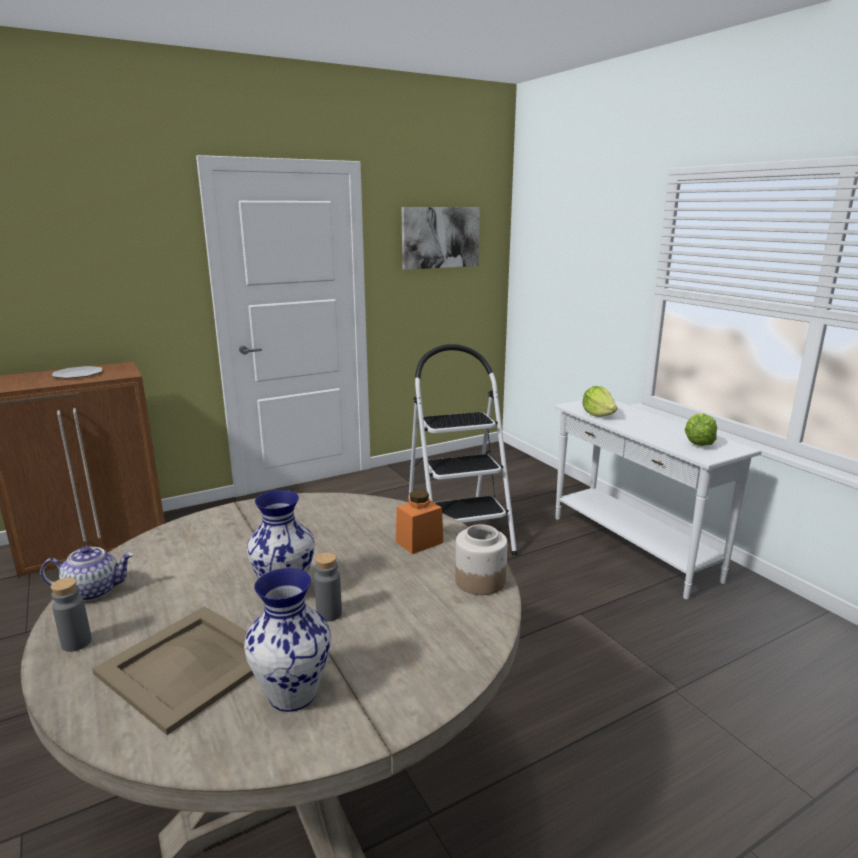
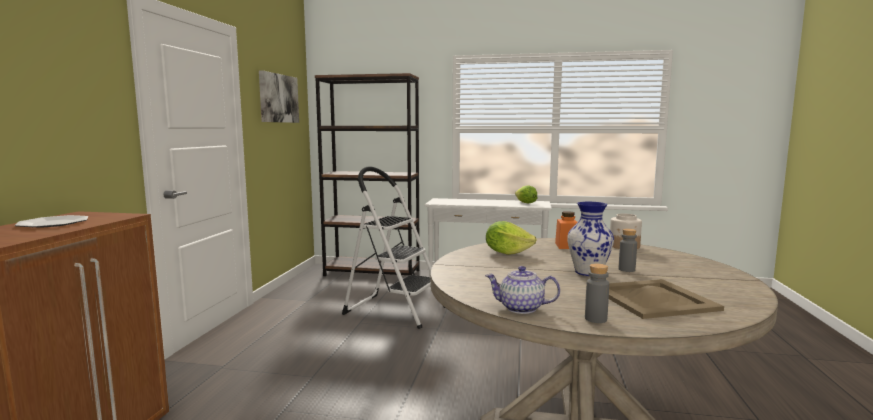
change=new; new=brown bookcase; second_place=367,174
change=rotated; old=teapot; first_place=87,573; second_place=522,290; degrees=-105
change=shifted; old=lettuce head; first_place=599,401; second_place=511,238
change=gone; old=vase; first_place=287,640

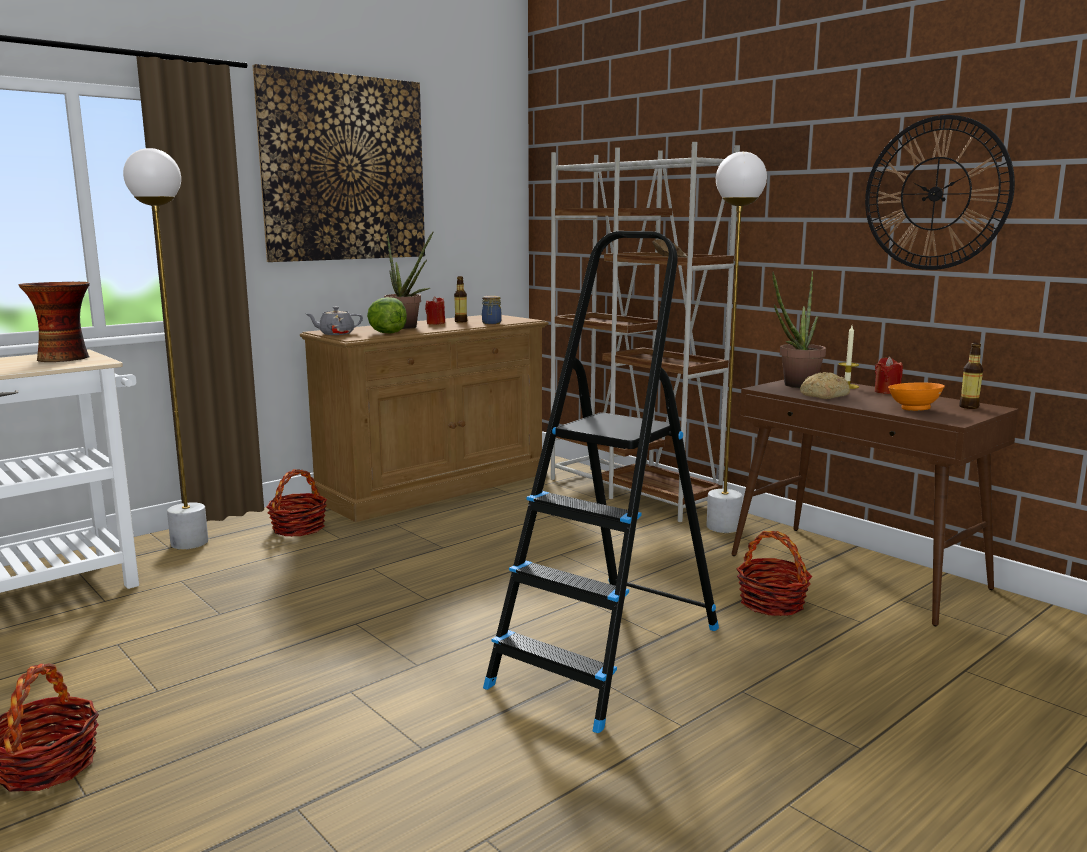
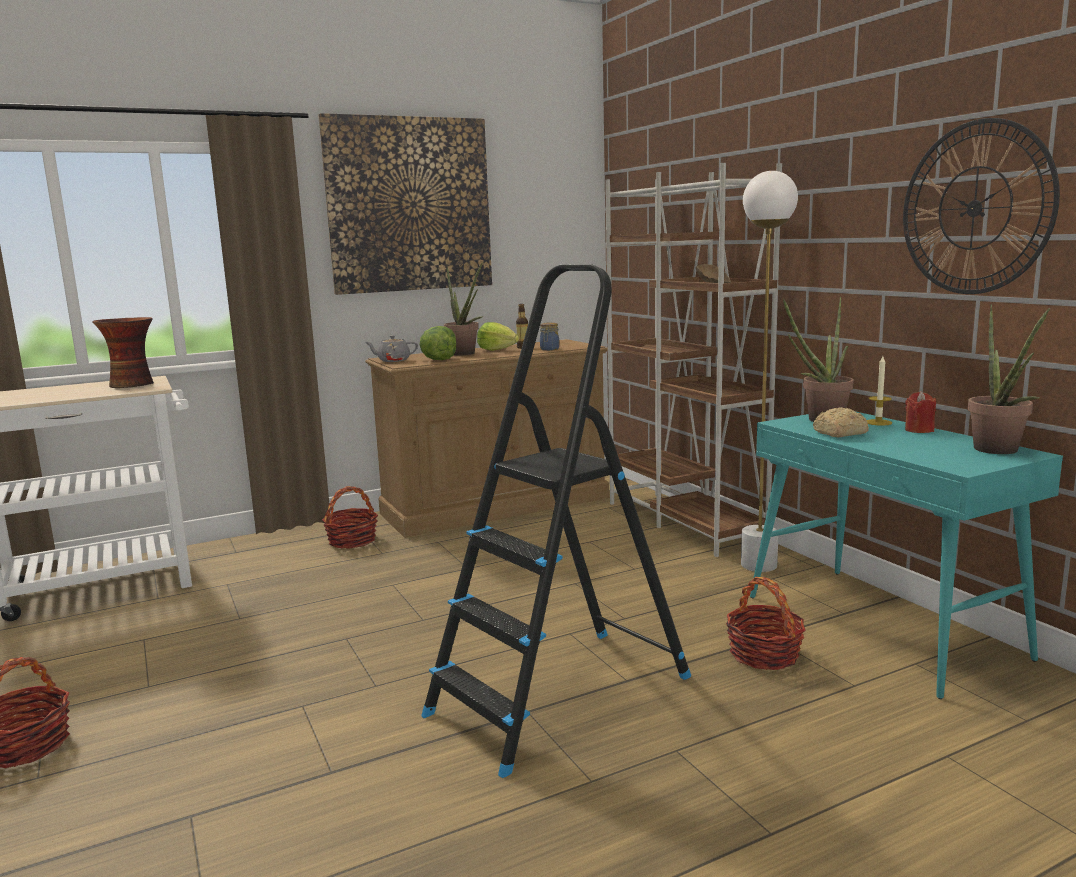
change=swapped; old=red-coloured candle; new=lettuce head; first_place=435,310; second_place=498,336
change=repainted; old=brown console table; new=blue-green console table; first_place=875,503; second_place=906,555
change=swapped; old=beverage bottle; new=houseplant; first_place=971,376; second_place=1009,379
change=gone; old=white-coloured standard lamp; first_place=165,349
change=gone; old=orange bowl; first_place=916,396

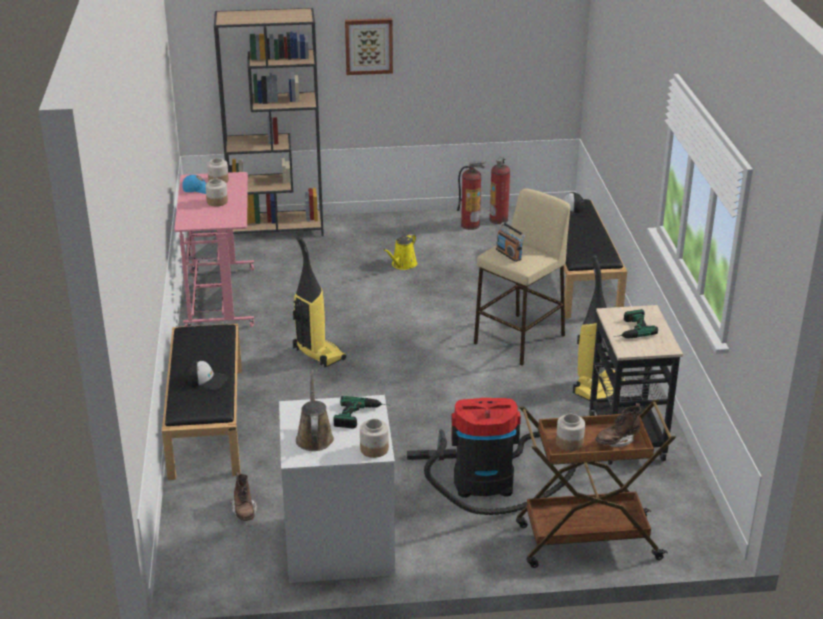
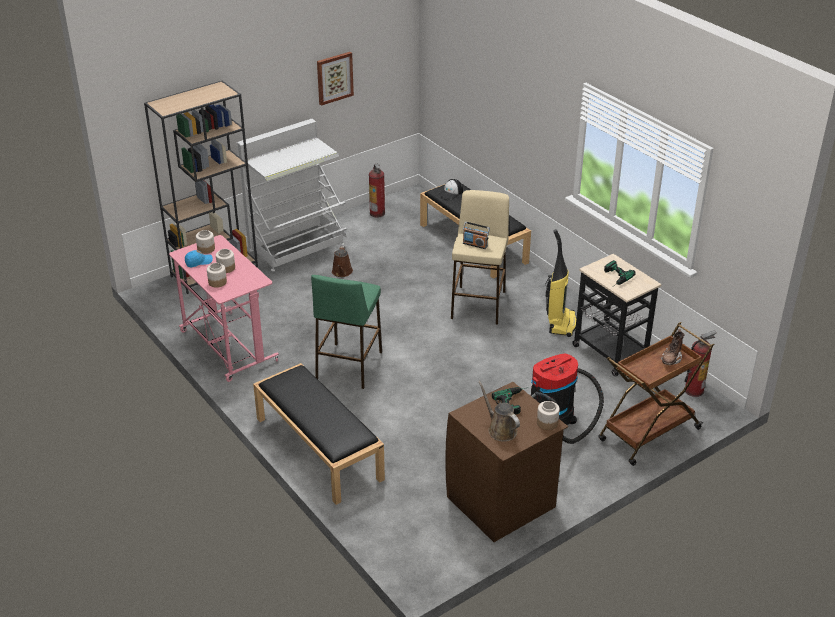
change=shifted; old=storage jar; first_place=570,432; second_place=217,275
change=new; new=white-coloured shoe stand; second_place=292,195
change=swapped; old=vacuum; new=green-coloured sitting stool; first_place=319,302; second_place=346,332
change=shifted; old=wall art; first_place=369,46; second_place=335,79
change=repainted; old=yellowish watering can; new=brown watering can; first_place=400,252; second_place=342,261
change=repainted; old=white-coloured washing machine; new=brown washing machine; first_place=337,489; second_place=506,462
change=shifted; old=fire-fighting cylinder; first_place=471,195; second_place=700,364
change=gone; old=cap; first_place=206,375
change=gone; old=brown tall boot; first_place=243,496

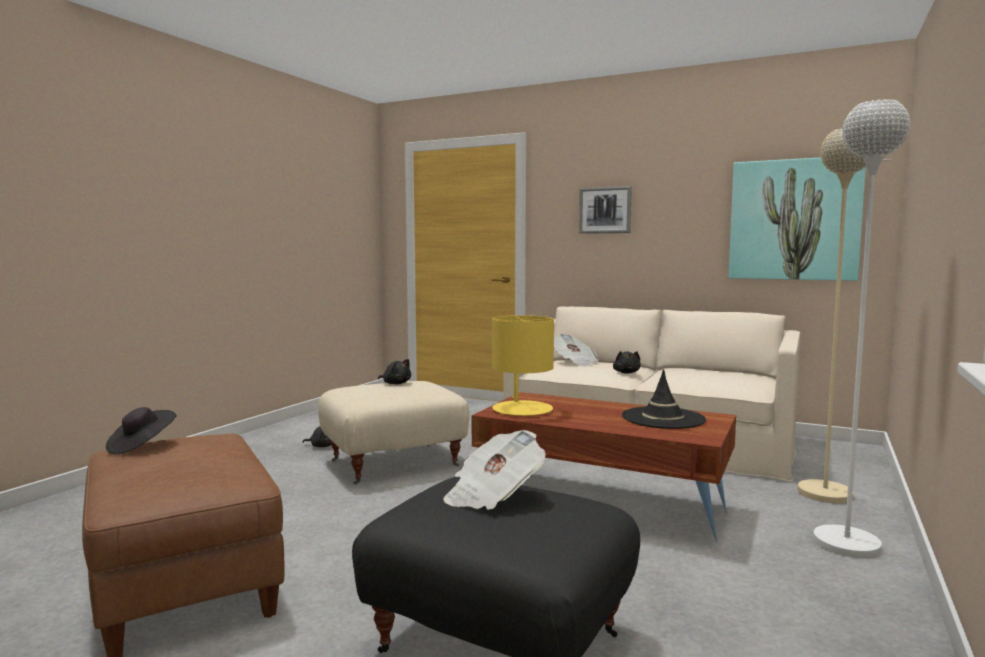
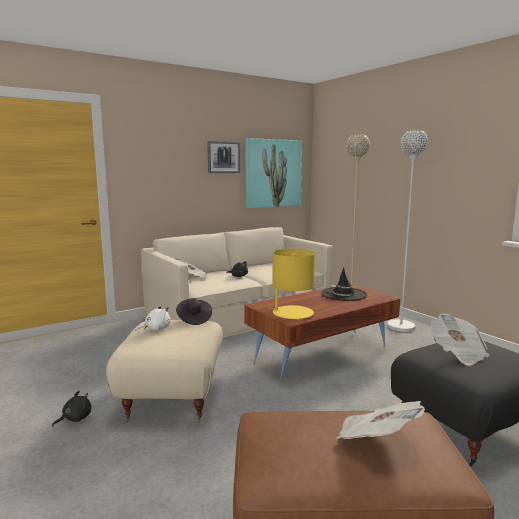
change=repainted; old=black-coloured cuddly toy; new=white-coloured cuddly toy; first_place=394,371; second_place=152,318
change=shifted; old=black-coloured hat; first_place=141,430; second_place=194,311
change=shifted; old=wall art; first_place=605,210; second_place=223,157
change=new; new=daily paper; second_place=380,420

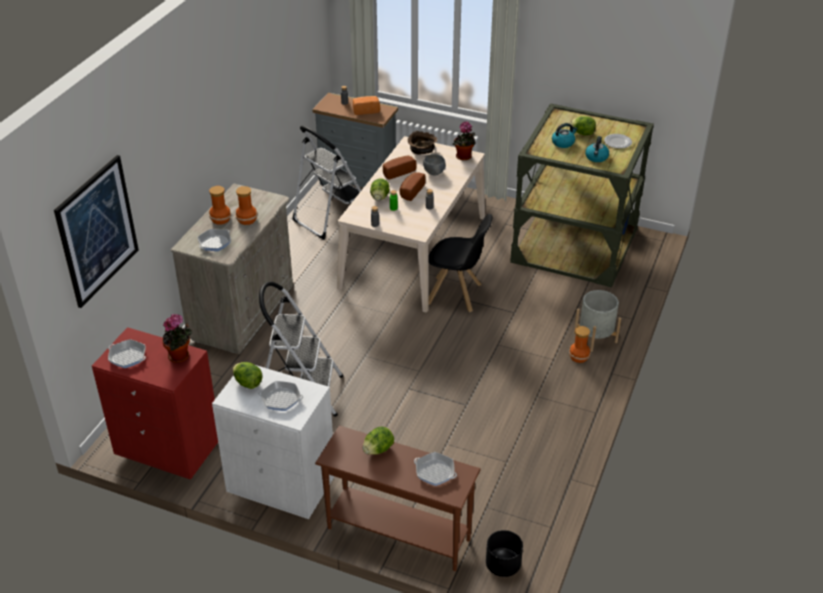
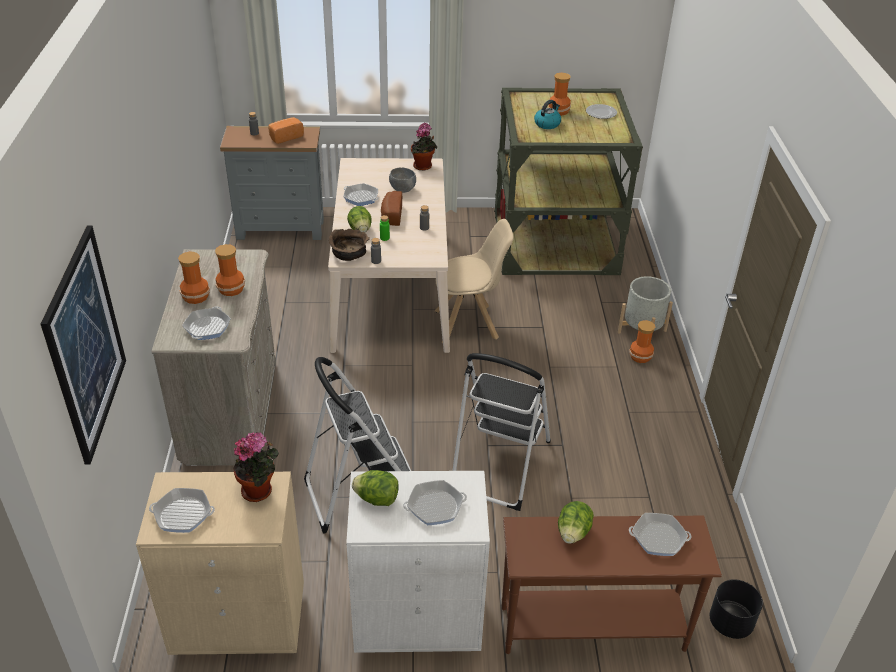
change=repainted; old=red-coloured storage cabinet; new=sand-coloured storage cabinet; first_place=155,403; second_place=220,563
change=shifted; old=brown bowl; first_place=422,143; second_place=349,245
change=swapped; old=bread; new=frying pan; first_place=400,168; second_place=361,194
change=repainted; old=black-coloured chair; new=sand-coloured chair; first_place=460,263; second_place=474,281
change=shifted; old=stepladder; first_place=326,183; second_place=501,432
change=swapped; old=lettuce head; new=vase; first_place=583,125; second_place=559,94
change=gone; old=tea kettle; first_place=597,149

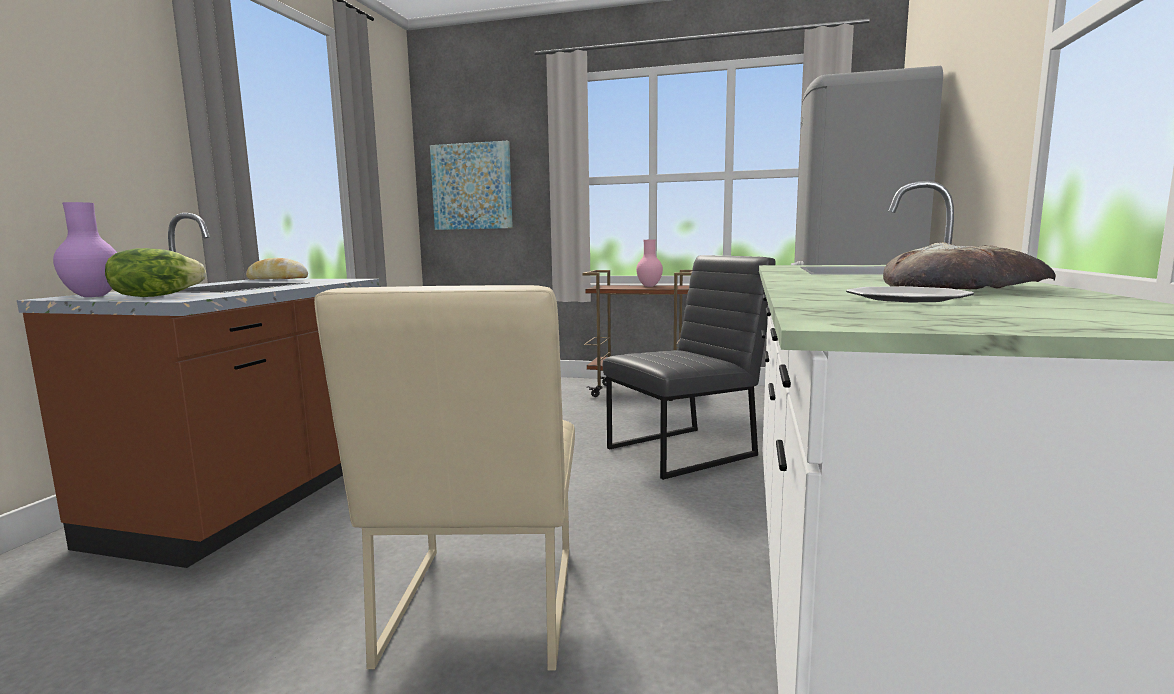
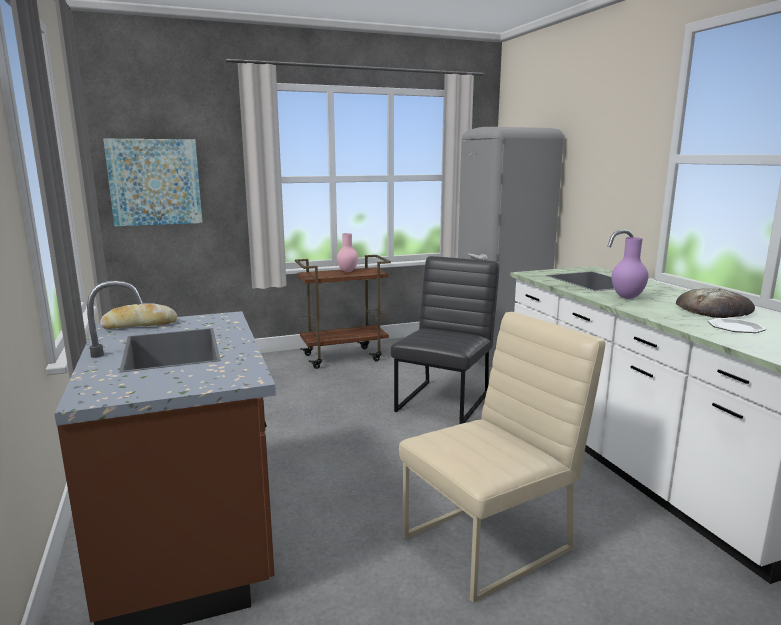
change=rotated; old=sand-coloured chair; first_place=444,477; second_place=502,457; degrees=-90
change=shifted; old=purple-coloured vase; first_place=85,249; second_place=630,268
change=gone; old=lettuce head; first_place=155,272

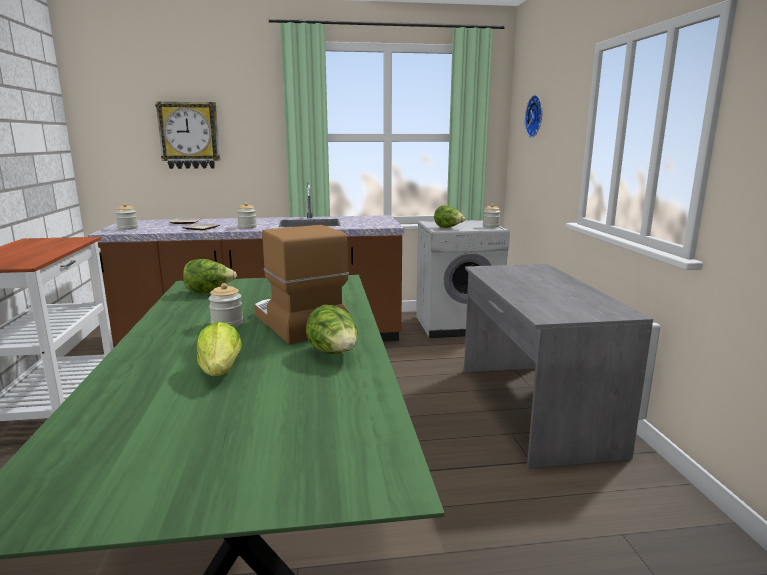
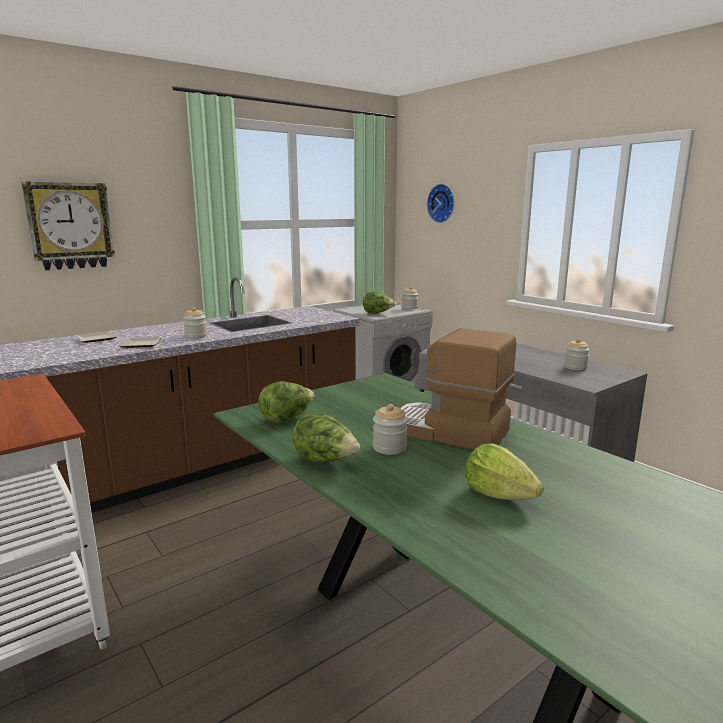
change=shifted; old=lettuce head; first_place=332,329; second_place=326,437
change=shifted; old=storage jar; first_place=126,216; second_place=577,354

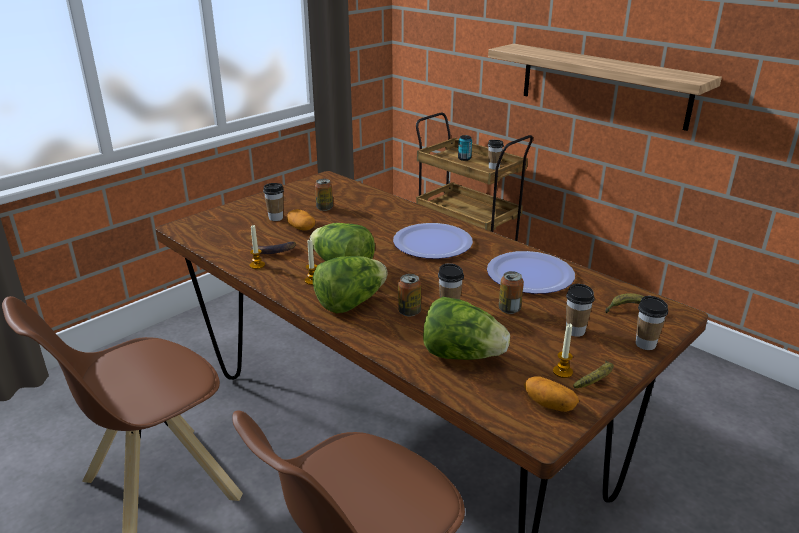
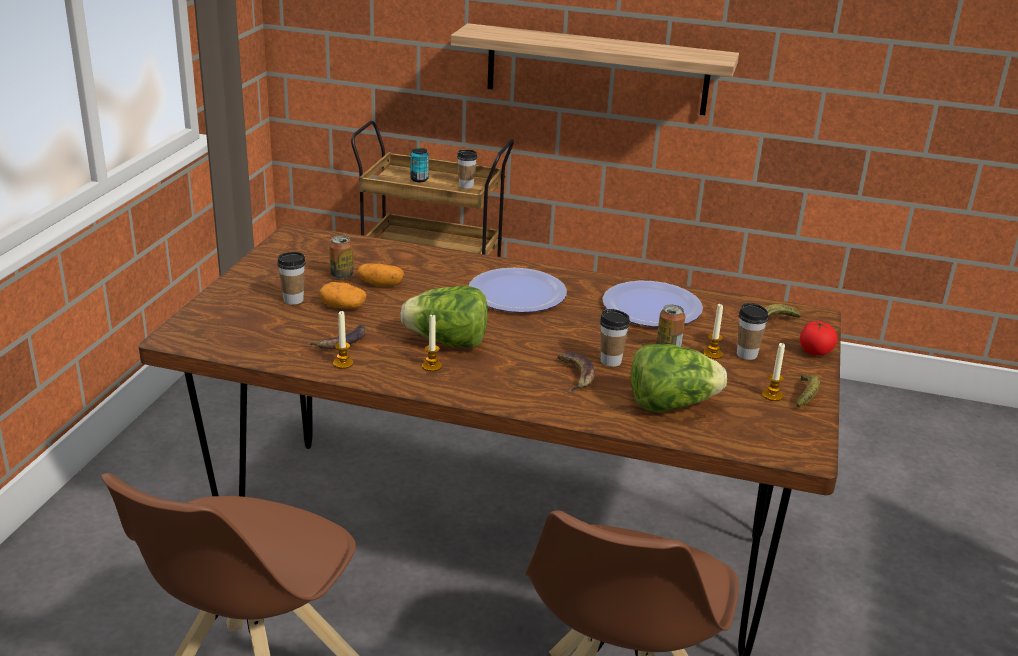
change=shifted; old=spud; first_place=551,394; second_place=380,274
change=swapped; old=sealed can; new=banana; first_place=409,295; second_place=576,372
change=new; new=candle; second_place=713,331
change=swapped; old=cup; new=whole tomato; first_place=652,323; second_place=819,338
change=gone; old=lettuce head; first_place=350,284

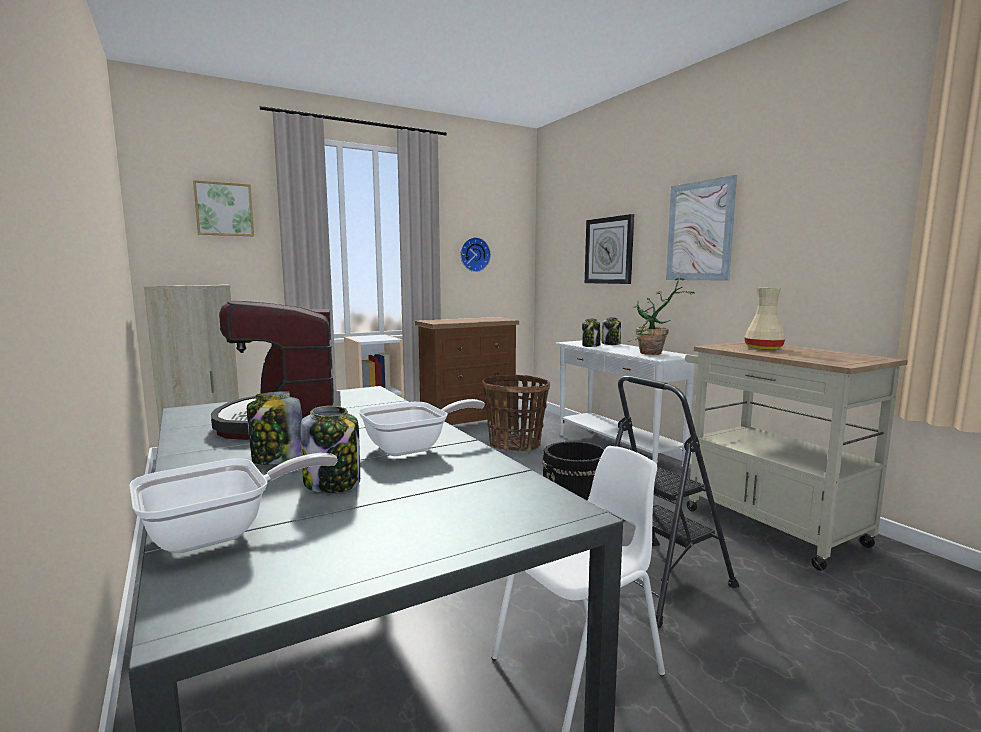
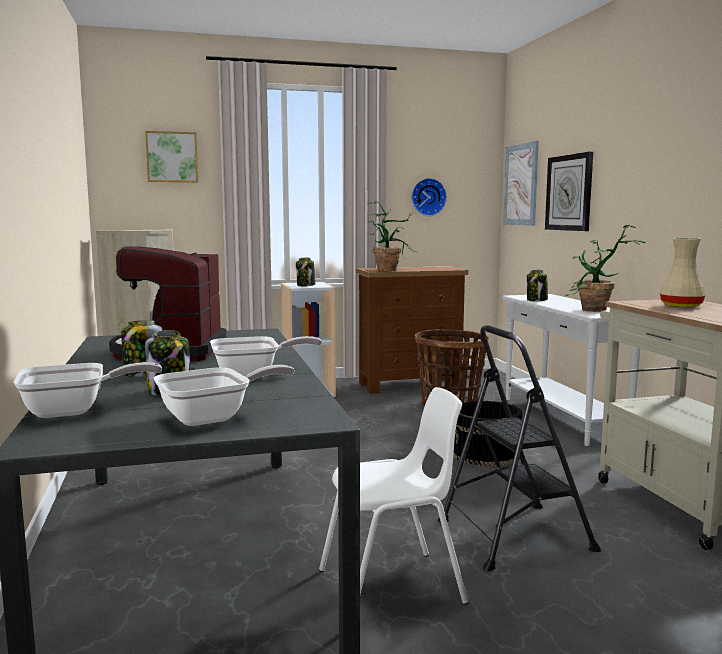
change=new; new=frying pan; second_place=224,395
change=shifted; old=storage jar; first_place=611,331; second_place=305,272
change=new; new=houseplant; second_place=393,236
change=shifted; old=wall art; first_place=701,228; second_place=521,183

